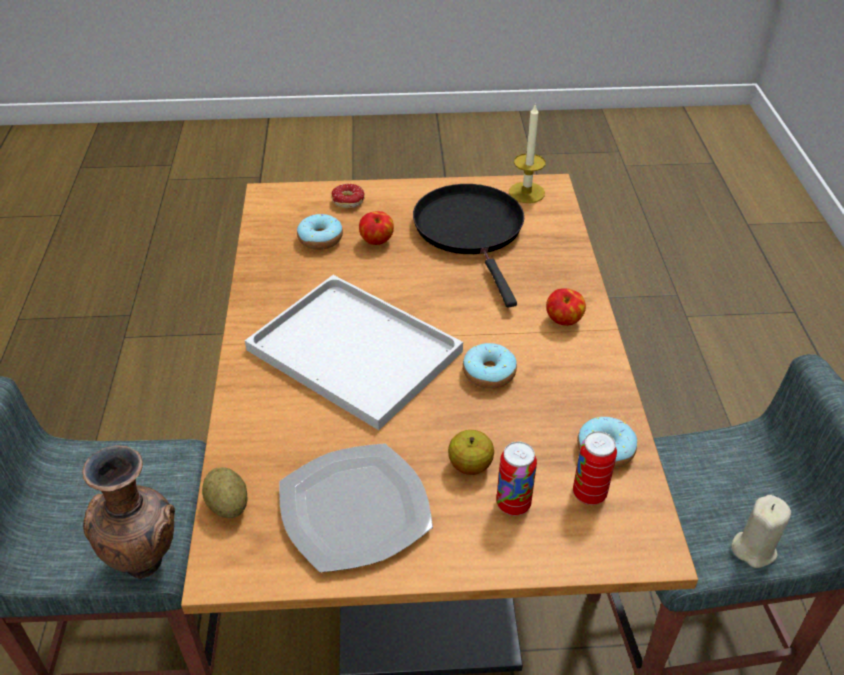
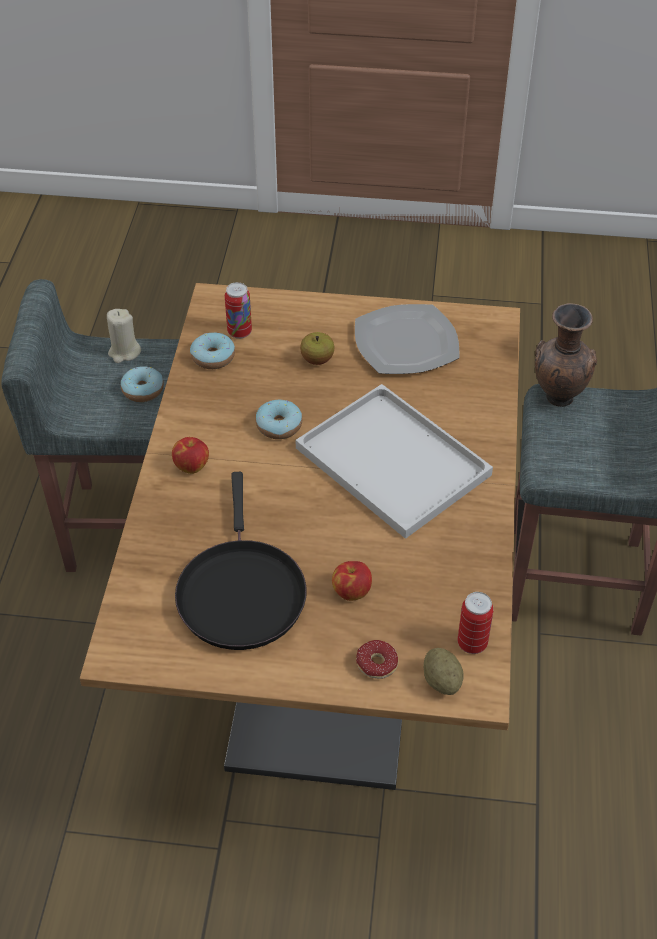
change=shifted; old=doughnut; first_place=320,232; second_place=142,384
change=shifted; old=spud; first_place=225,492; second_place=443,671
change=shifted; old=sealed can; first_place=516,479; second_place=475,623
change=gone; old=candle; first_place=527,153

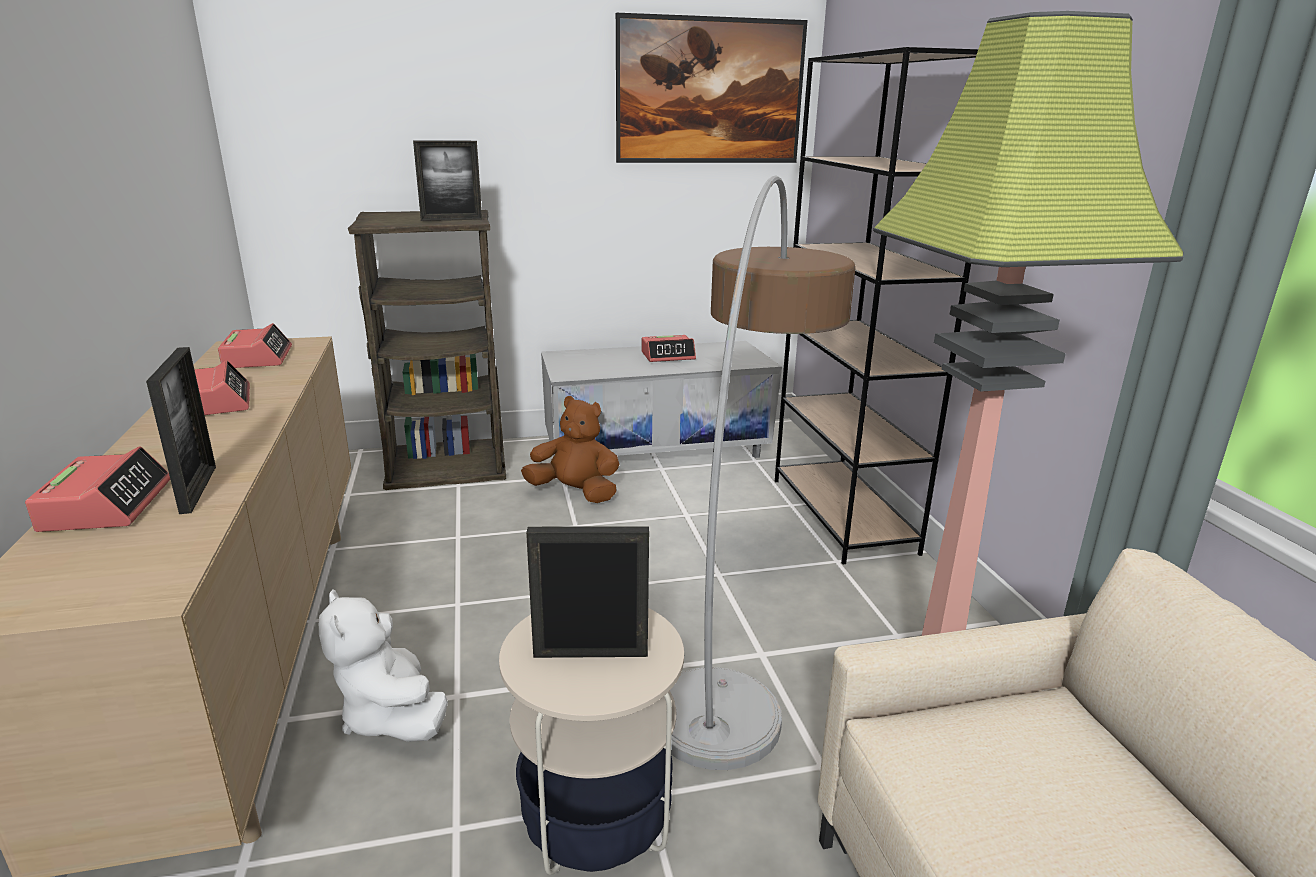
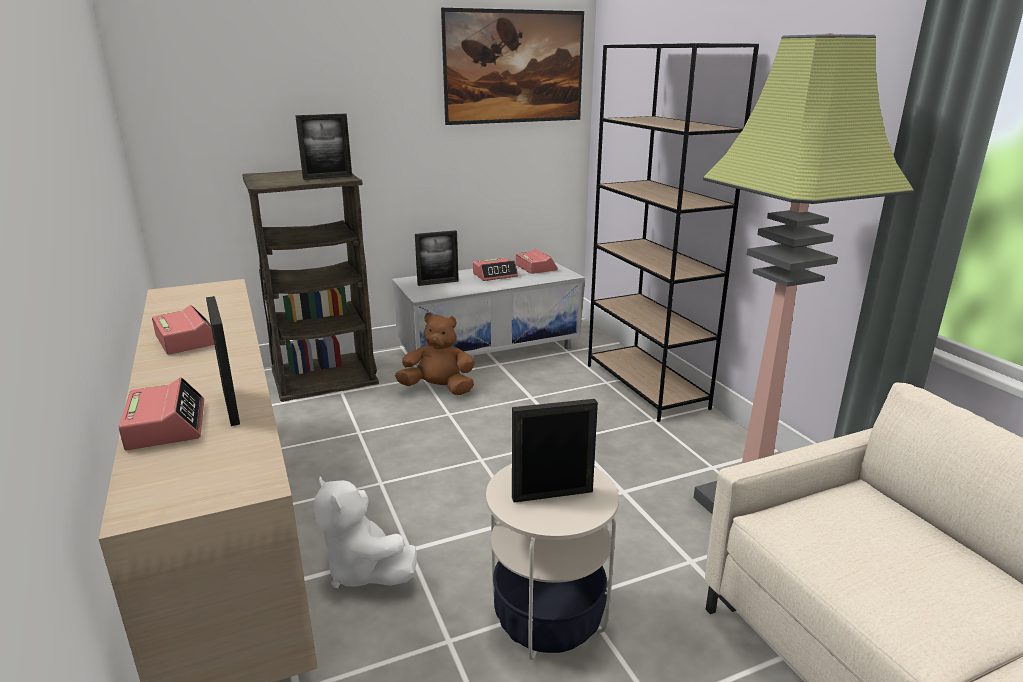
change=new; new=picture frame; second_place=437,258
change=shifted; old=bedside clock; first_place=255,345; second_place=537,261
change=gone; old=standard lamp; first_place=763,472

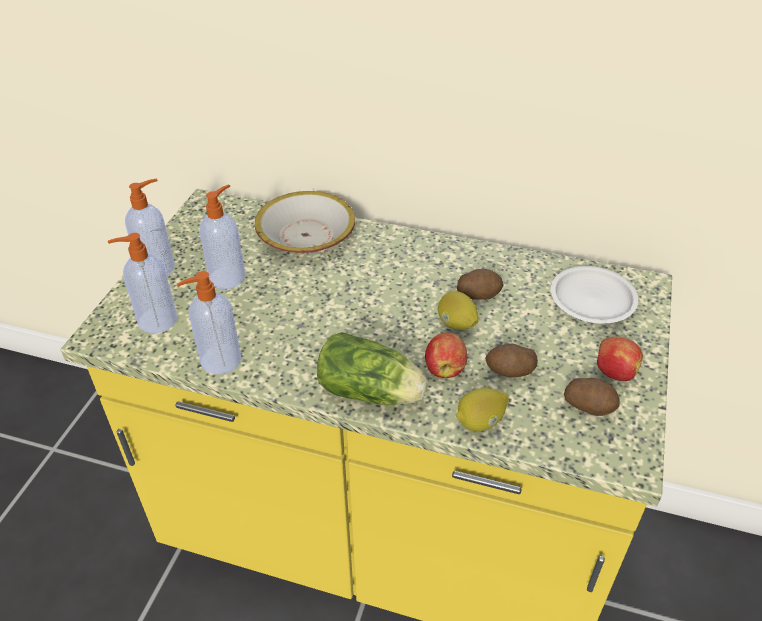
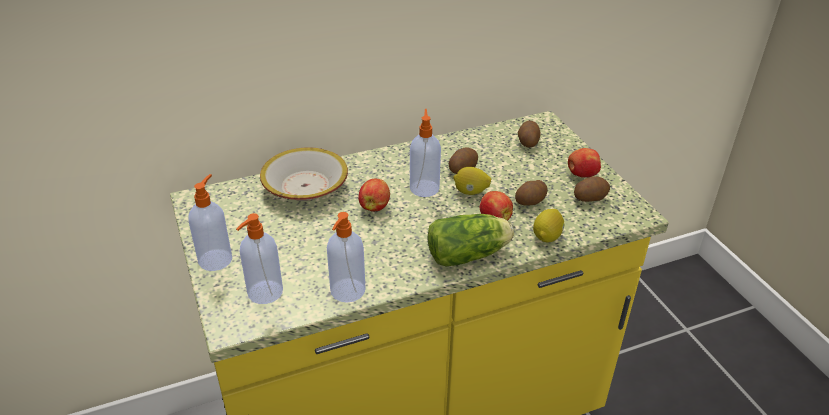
change=new; new=apple; second_place=374,195
change=shifted; old=soap bottle; first_place=222,236; second_place=425,153
change=swapped; old=white-coloured dinner plate; new=spud; first_place=594,295; second_place=529,134

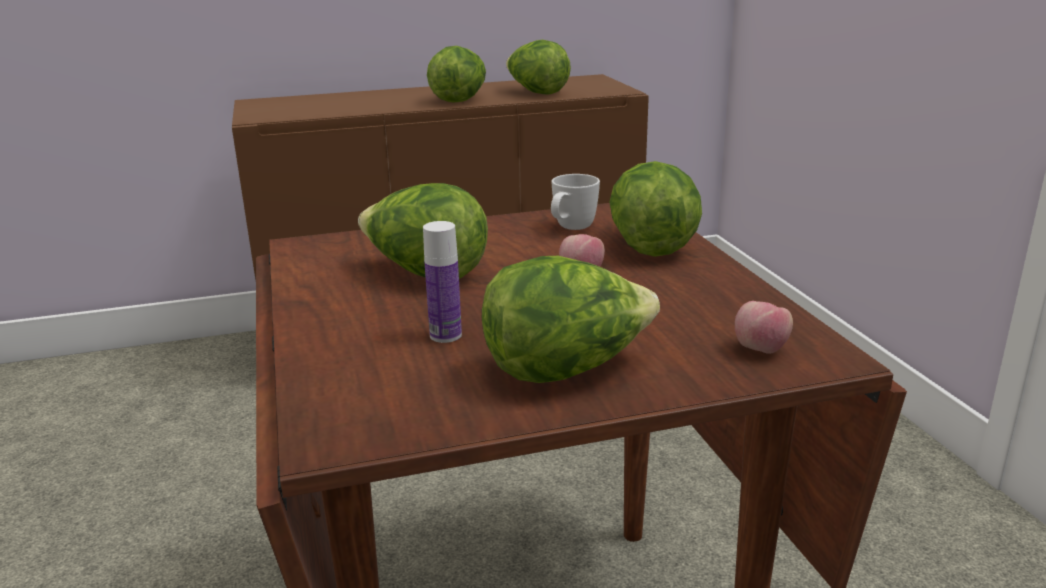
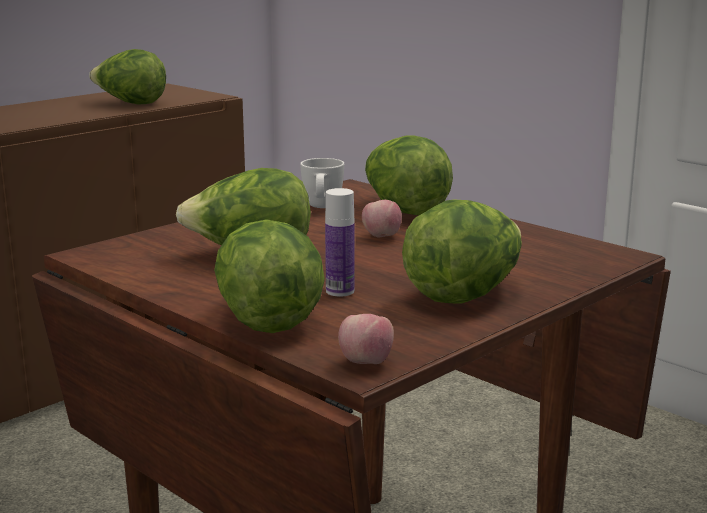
change=shifted; old=lettuce head; first_place=456,74; second_place=269,276
change=shifted; old=apple; first_place=764,327; second_place=366,339

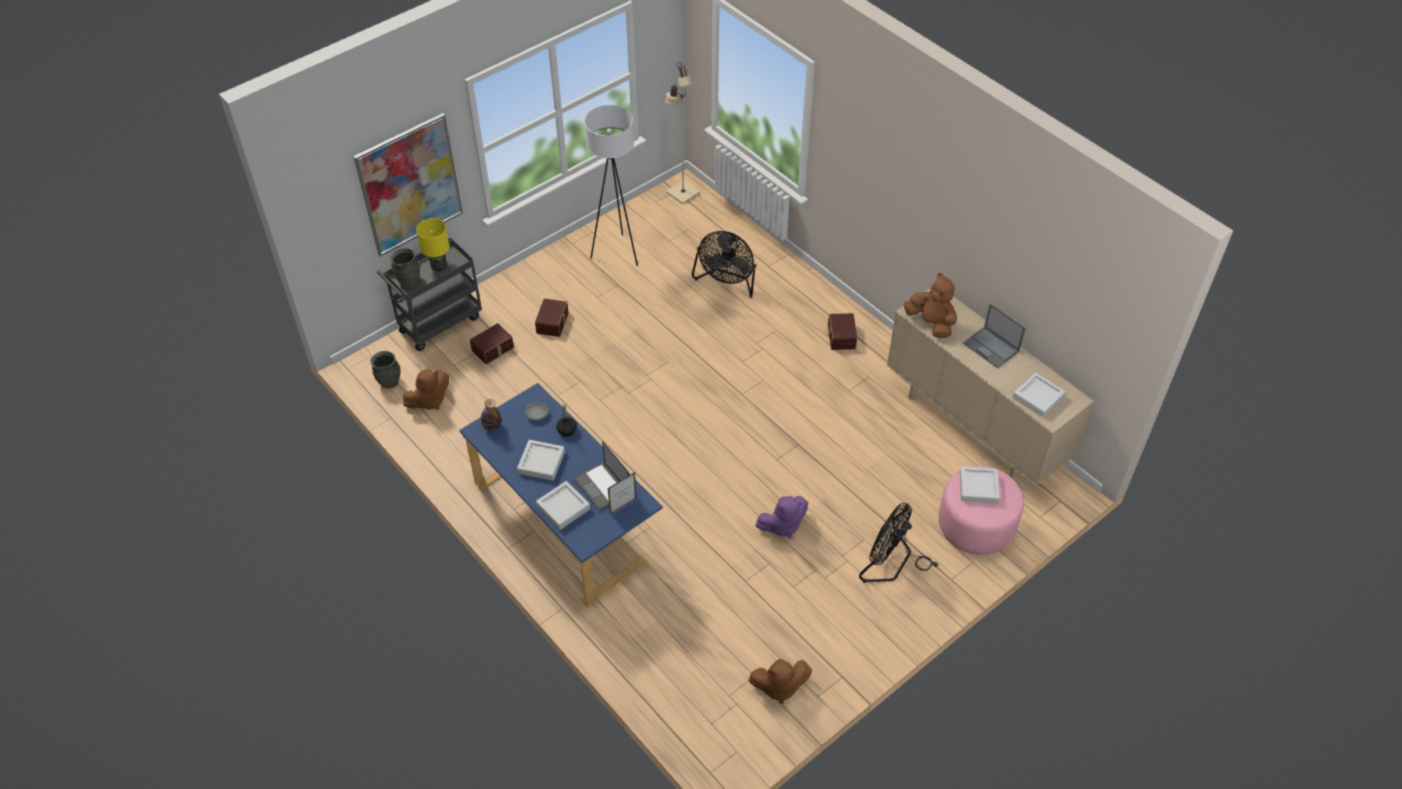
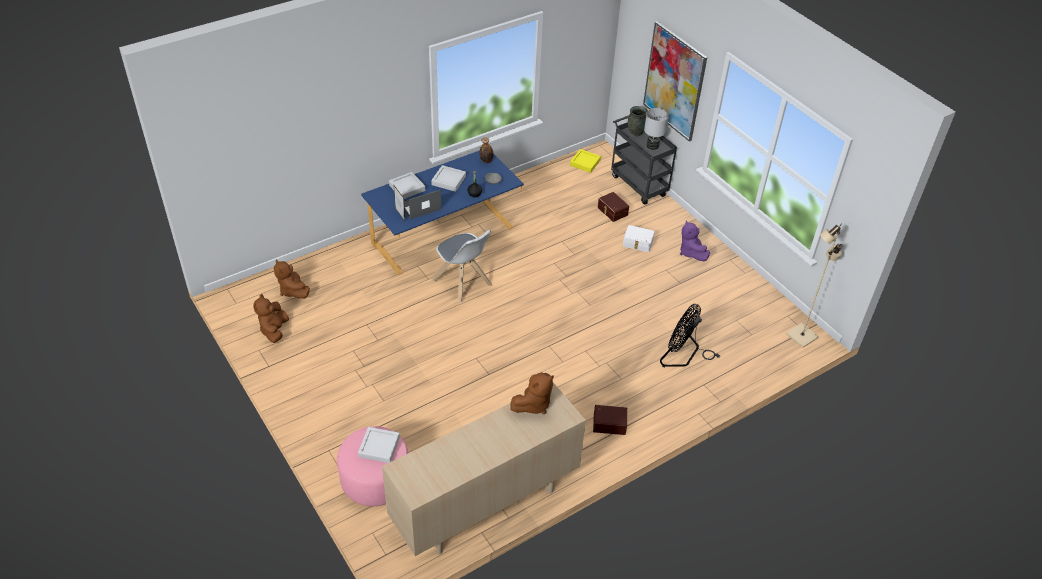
change=shifted; old=brown cuddly toy; first_place=426,389; second_place=292,279
change=new; new=chair; second_place=462,267
change=swapped; old=greyish vase; new=yellowish serving tray; first_place=385,370; second_place=585,161
change=repainted; old=brown storage bin; new=white-coloured storage bin; first_place=551,318; second_place=639,239
change=repainted; old=yellowish tabletop lamp; new=greyish tabletop lamp; first_place=432,244; second_place=656,129
change=shifted; old=purple-coloured cuddly toy; first_place=781,517; second_place=695,240
change=gone; old=white-coloured standard lamp; first_place=611,185
change=gone; old=black-coloured cooling fan; first_place=898,543
change=gone; old=notebook computer; first_place=994,336
change=gone; old=greyish serving tray; first_place=1039,394

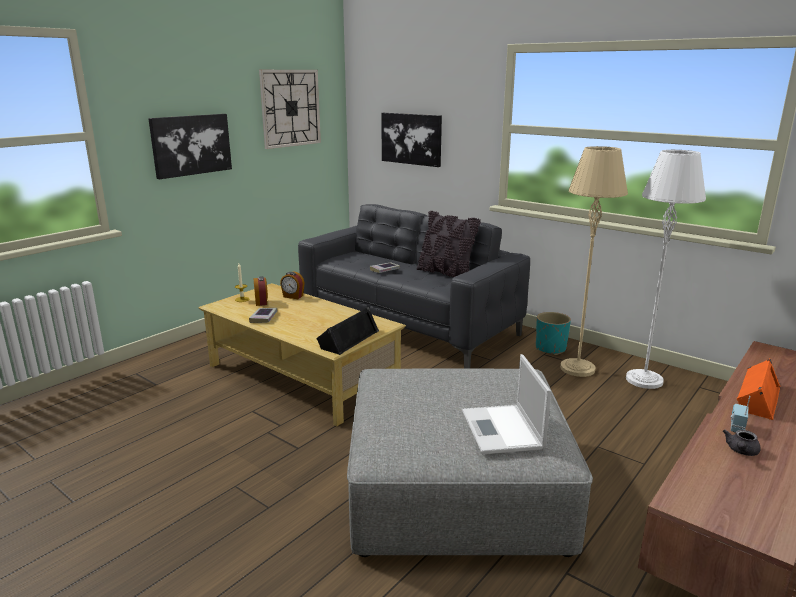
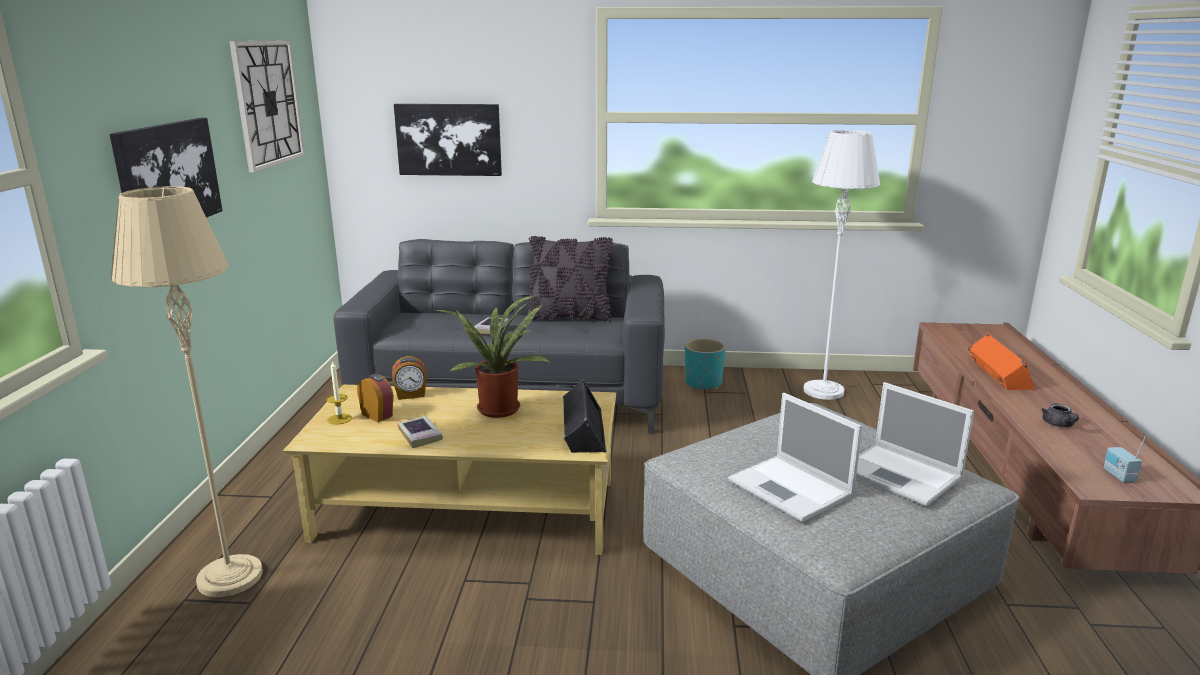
change=shifted; old=sand-coloured standard lamp; first_place=594,261; second_place=187,391
change=new; new=houseplant; second_place=492,356
change=new; new=notebook computer; second_place=795,457
change=shifted; old=radio set; first_place=741,414; second_place=1125,458

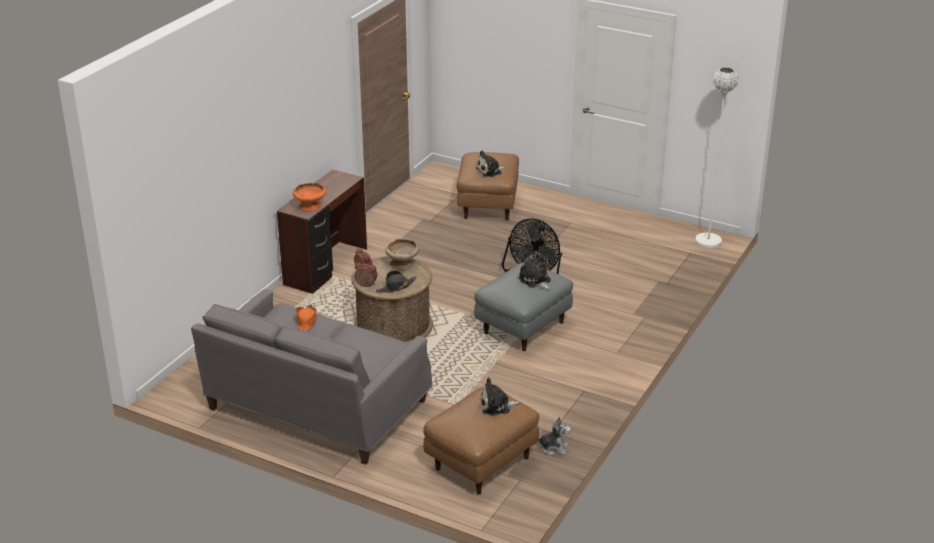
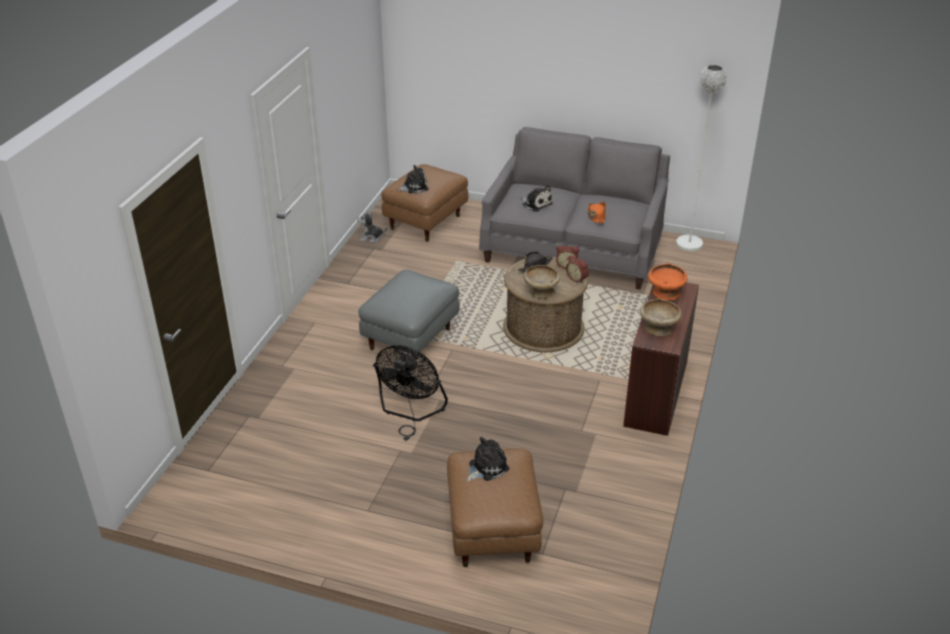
change=shifted; old=cuddly toy; first_place=535,273; second_place=536,198
change=new; new=sand-coloured bowl; second_place=661,317
change=shifted; old=white-coloured standard lamp; first_place=717,157; second_place=701,158

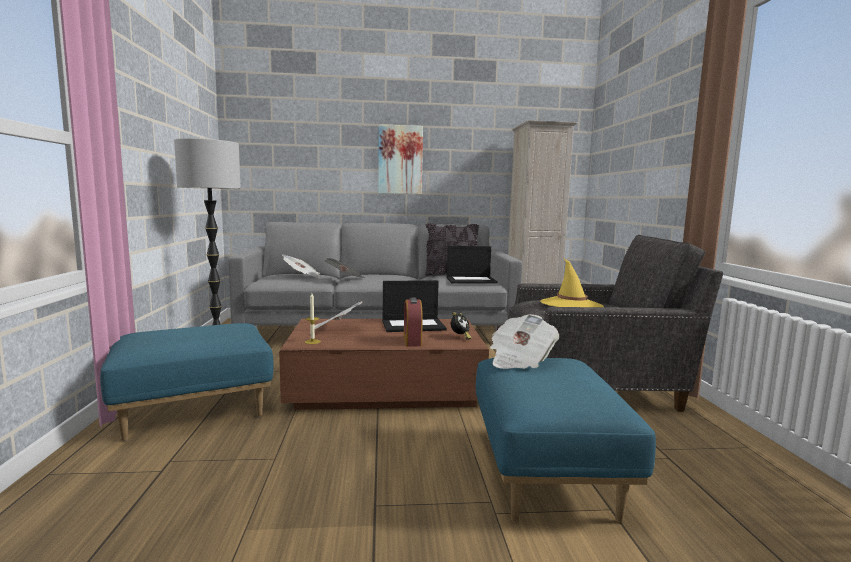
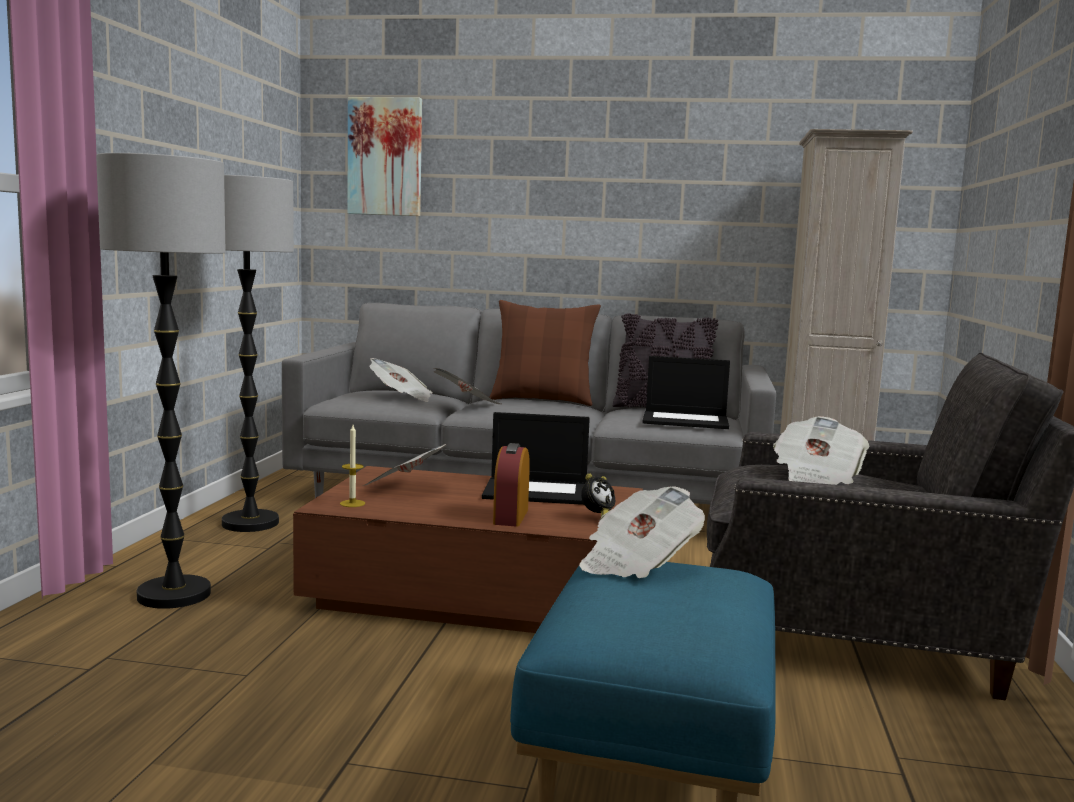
change=swapped; old=blue-coloured pouffe; new=standard lamp; first_place=186,382; second_place=161,381
change=shifted; old=wall art; first_place=400,159; second_place=384,156
change=new; new=brown pillow; second_place=545,353
change=swapped; old=yellowish hat; new=daily paper; first_place=572,283; second_place=821,450

